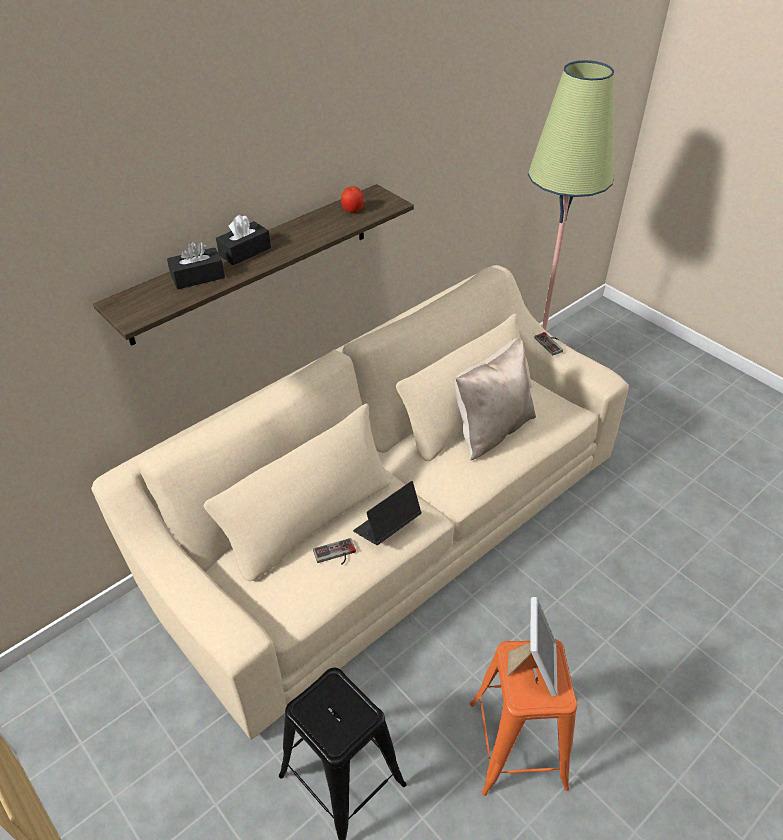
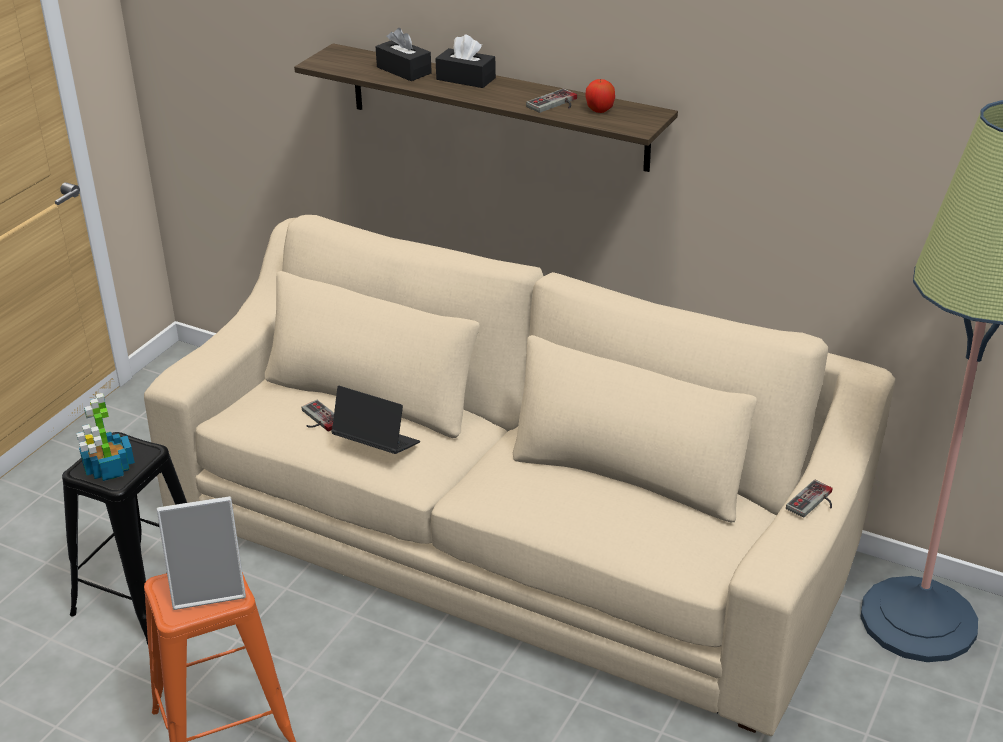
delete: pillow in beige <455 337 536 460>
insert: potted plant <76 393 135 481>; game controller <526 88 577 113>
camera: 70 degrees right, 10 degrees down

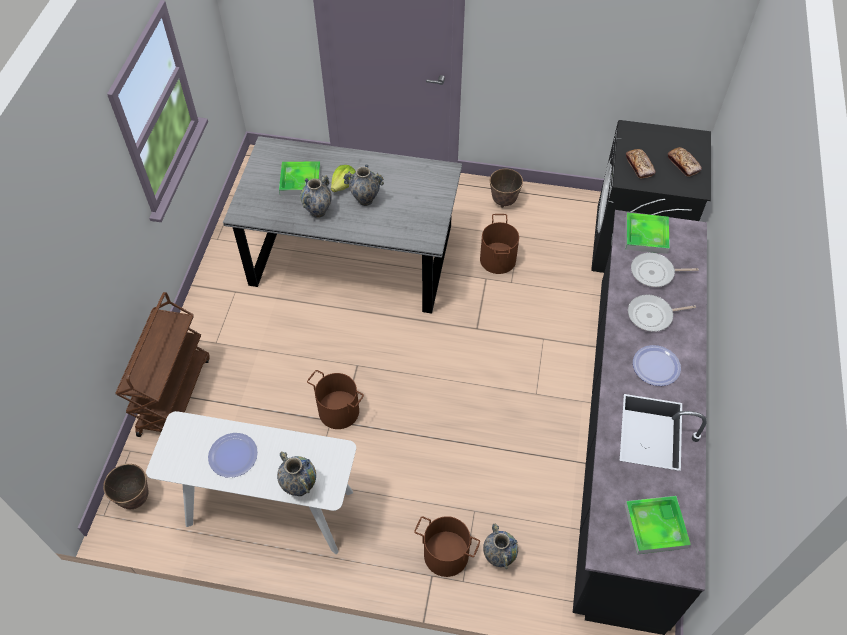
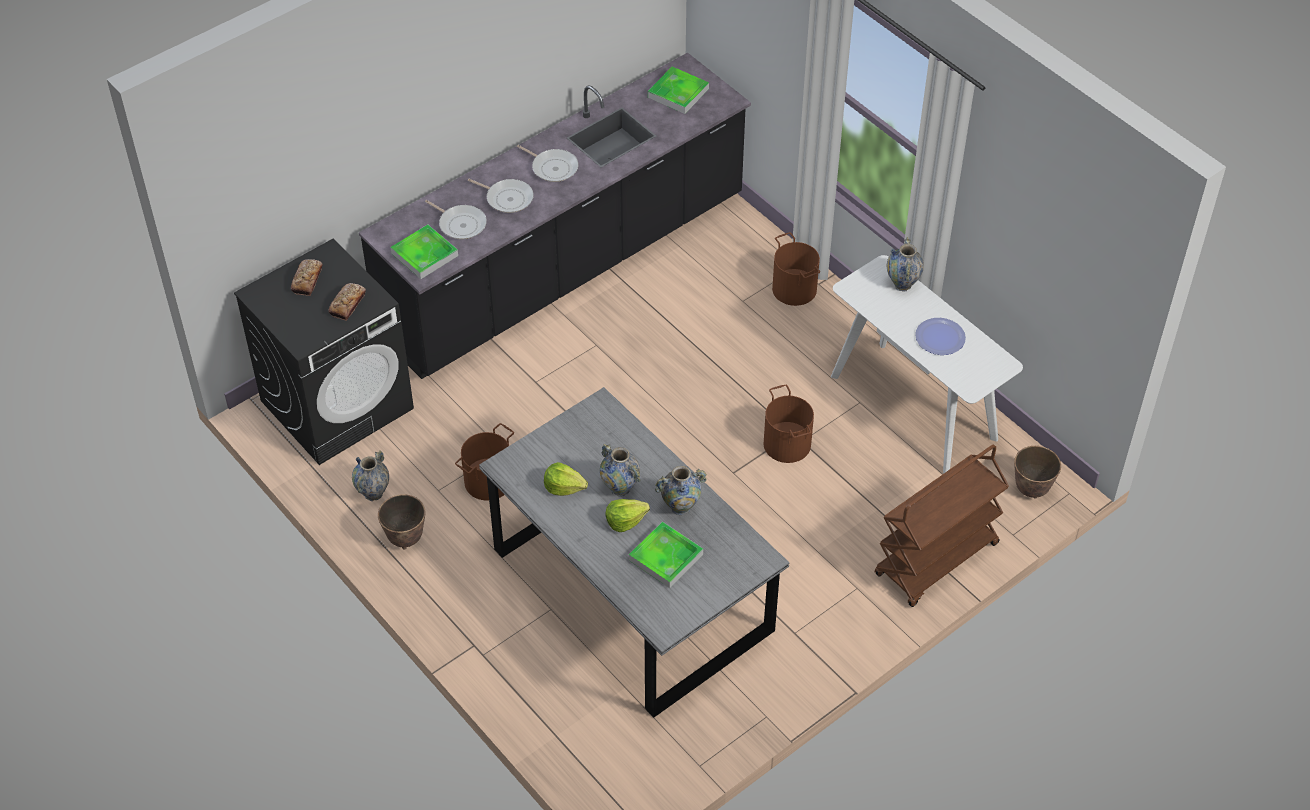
insert: lettuce <544 462 588 496>
move: vase <483 523 518 569> to <352 450 389 501>
replace: plate <633 345 681 386> to frying pan <517 145 578 182>
camera: 140 degrees left, 5 degrees down

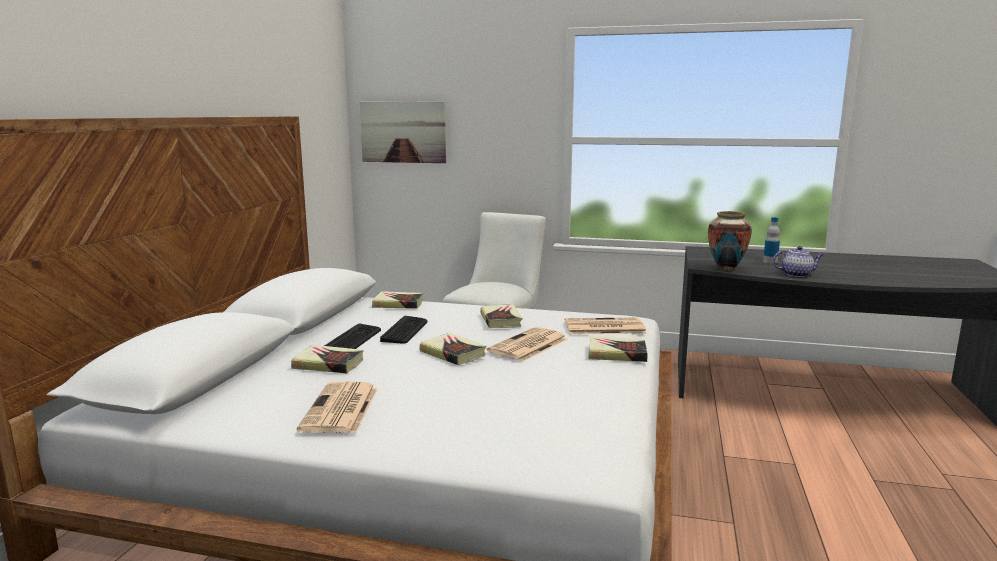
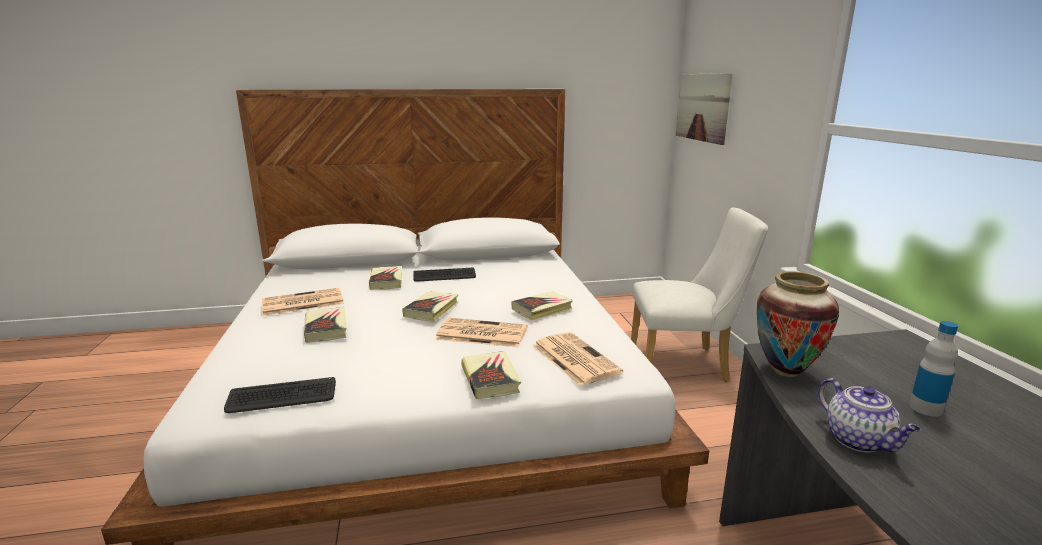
move: keyboard <380 316 428 344> to <224 377 336 413>; book <372 291 423 309> to <304 307 346 343>
camera: 65 degrees right, 5 degrees up

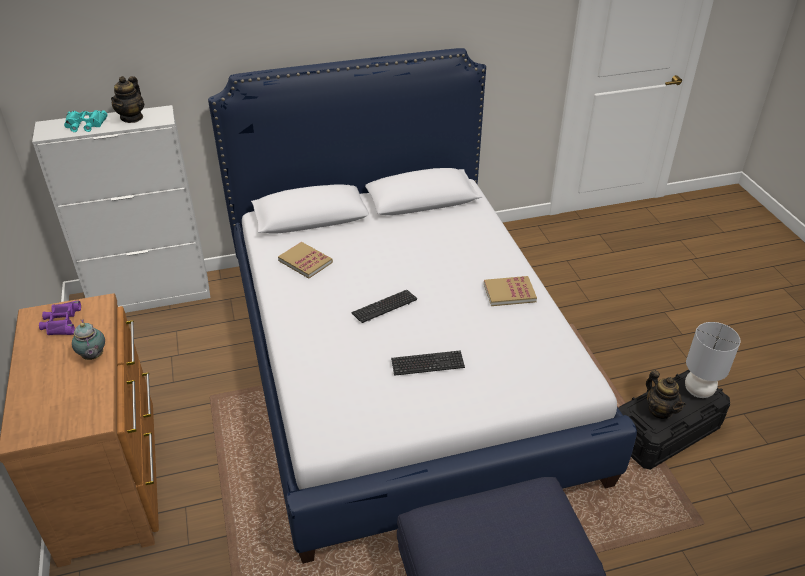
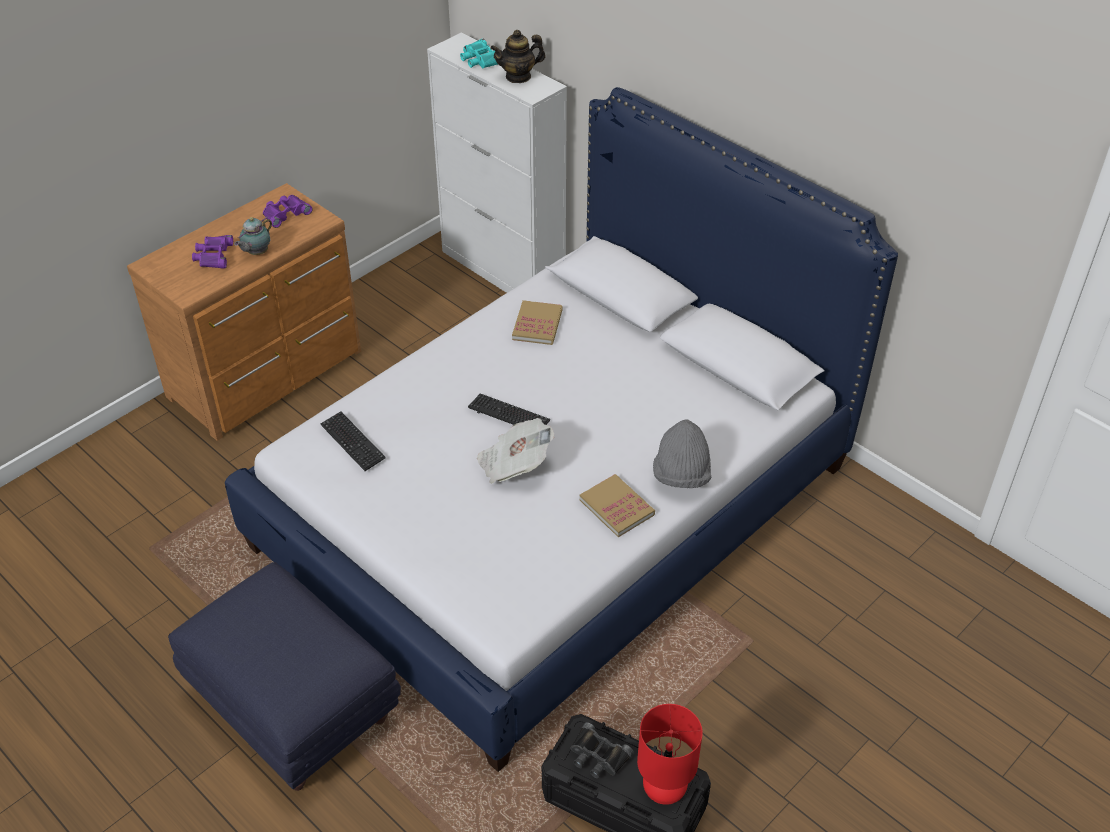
insert: binoculars in purple <192 235 233 268>; newspaper <477 418 554 484>; hat in grey <653 419 711 488>
move: keyboard <391 350 465 376> to <321 411 386 471>
replace: teapot <646 370 686 419> to binoculars in black <570 722 634 779>
recolor: table lamp in grey <685 322 741 398> to table lamp in red <637 704 703 805>
camera: 60 degrees right, 5 degrees up

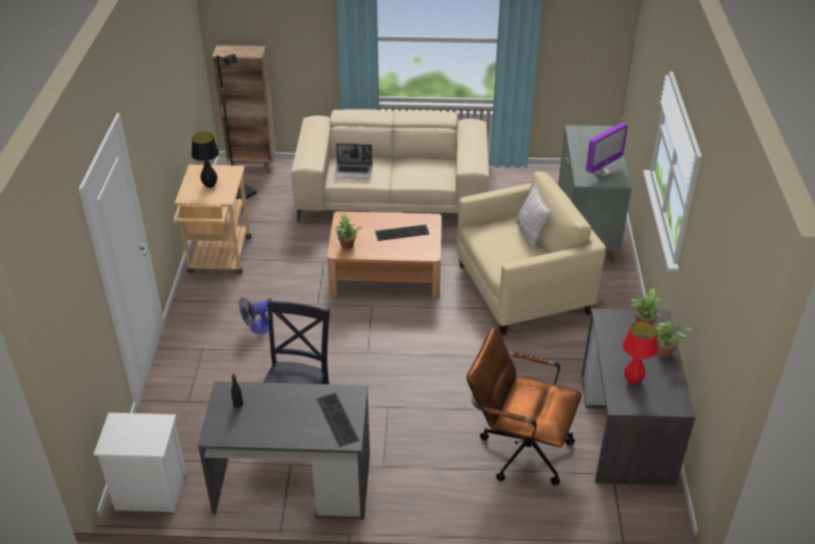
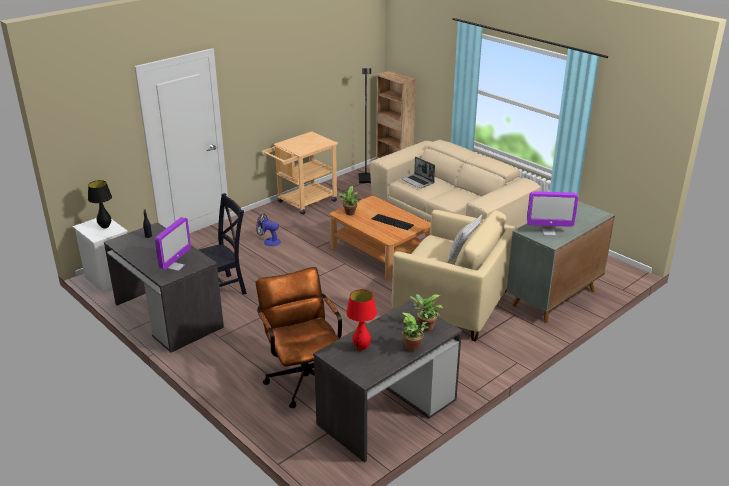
move: table lamp in black <191 132 219 188> to <88 180 112 229>
replace: keyboard <317 393 359 447> to monitor <155 217 191 271>
camera: 45 degrees right, 10 degrees down

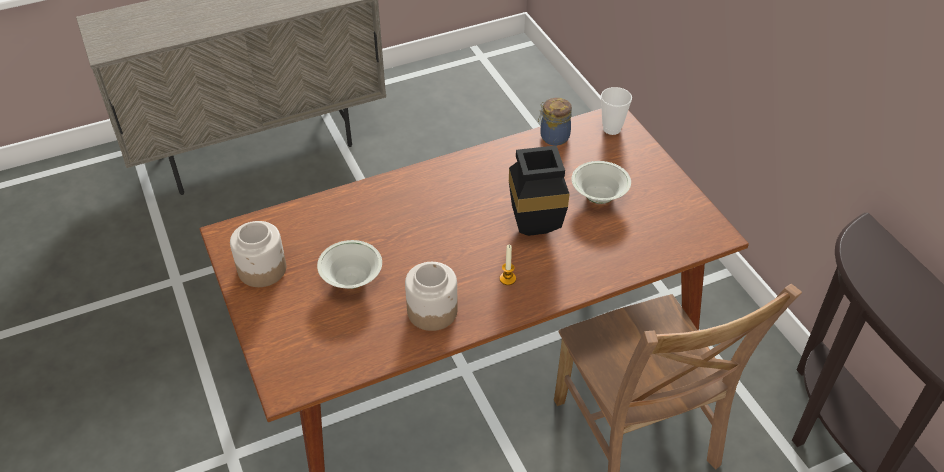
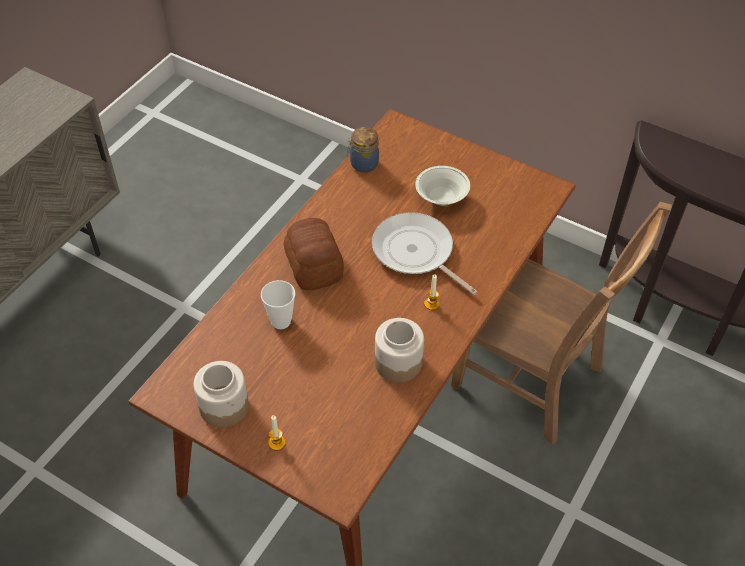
delete: bowl in white <317 240 382 289>
insert: candle <268 415 286 451>; bread <284 218 344 290>
move: cup <601 87 632 135> to <261 280 295 329>
replace: vase in black <509 145 569 236> to frying pan <372 212 477 295>
camera: 35 degrees left, 5 degrees up

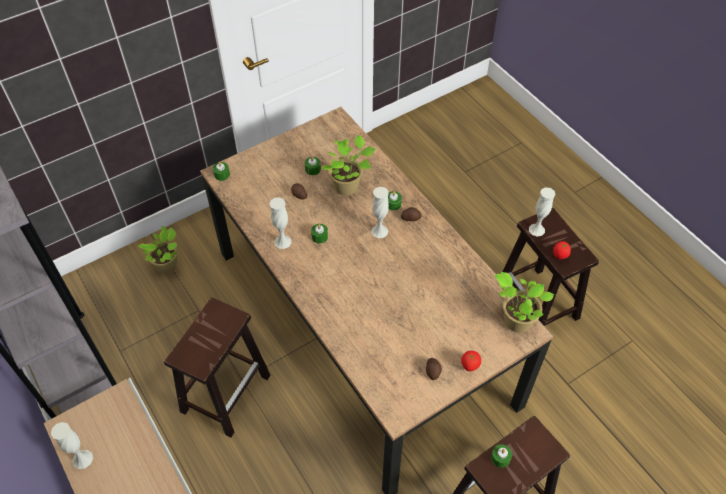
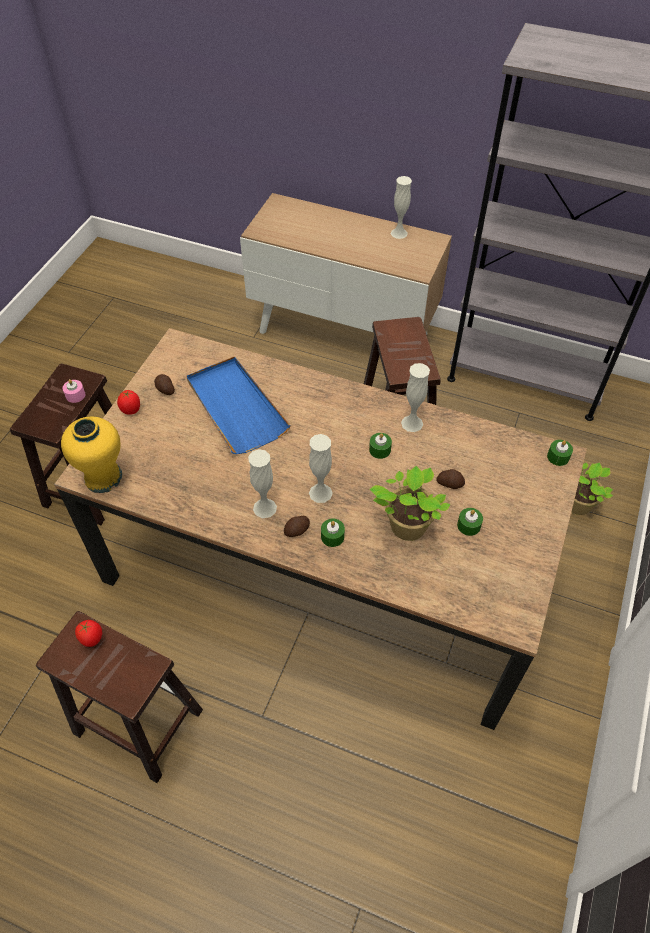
insert: tray in blue <187 356 291 454>
move: vase in white <529 187 555 236> to <248 449 277 518>
replace: potted plant <495 272 554 333> to vase in yellow <61 417 122 493>
recolor: candle in green <491 444 512 468> to candle in pink <62 379 85 403>
camera: 145 degrees right, 0 degrees up

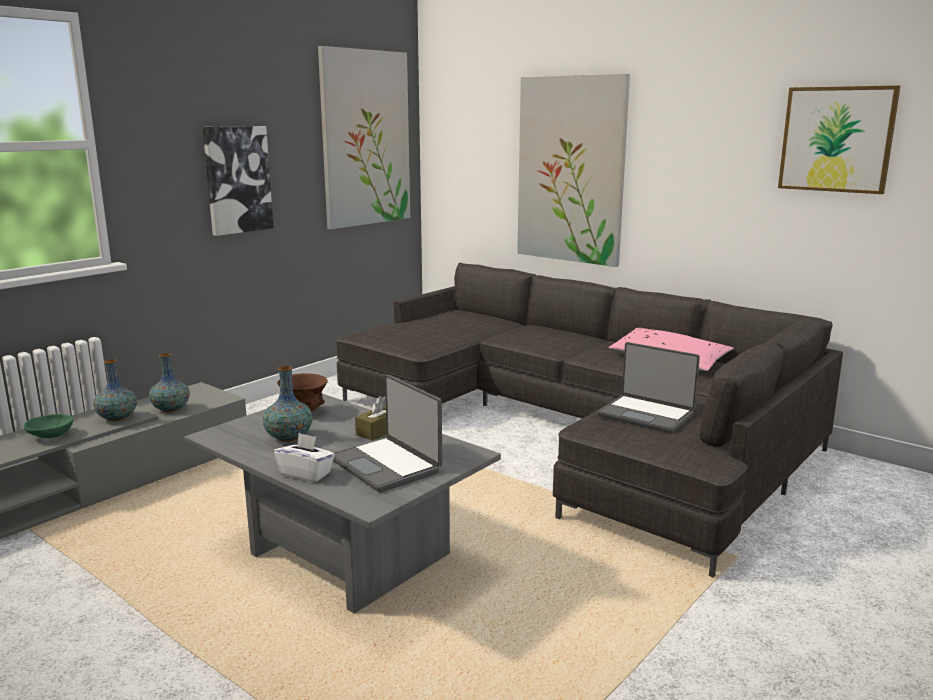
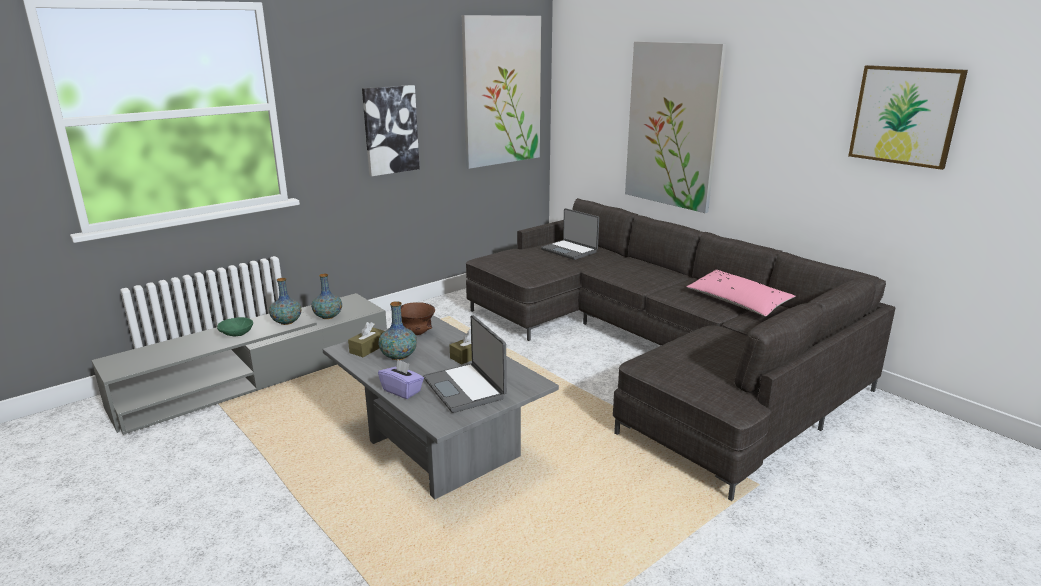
insert: tissue box in brown <348 322 385 357>
move: laptop <597 342 700 433> to <541 208 599 260>
recolor: tissue box in white <274 433 335 482> to tissue box in purple <378 359 424 399>
camera: 10 degrees right, 5 degrees up

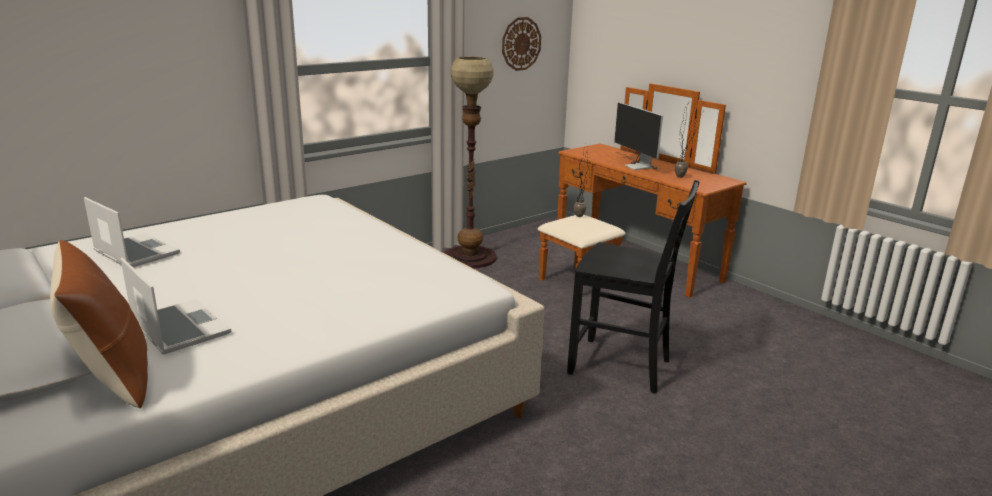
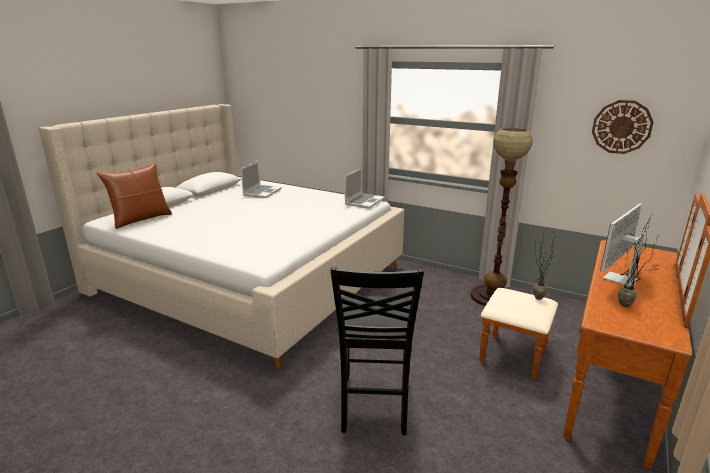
move: laptop <121 257 231 355> to <345 168 385 209>
camera: 70 degrees right, 0 degrees up

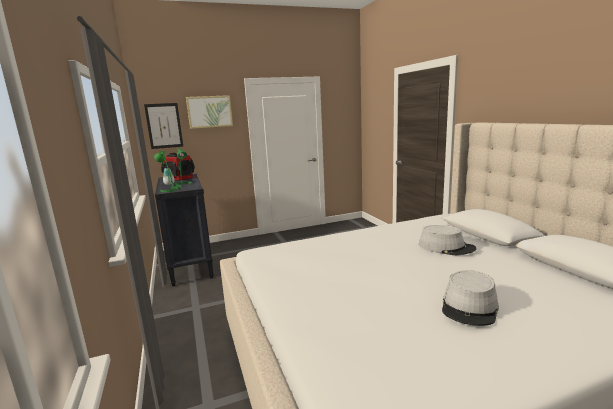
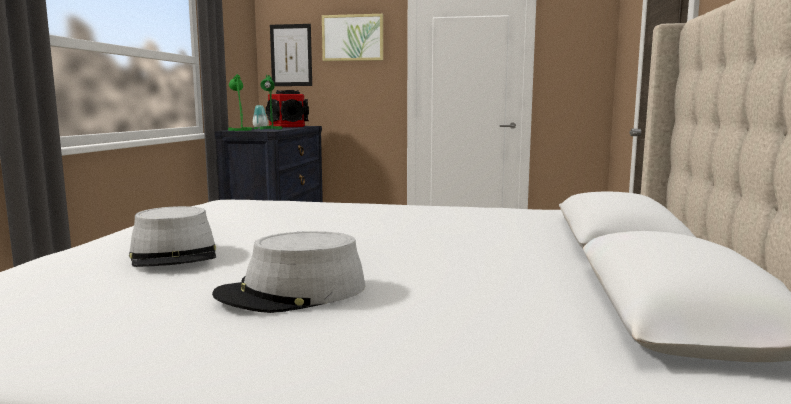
move: hat in grey <419 225 477 256> to <129 206 216 267>
camera: 30 degrees right, 5 degrees down

